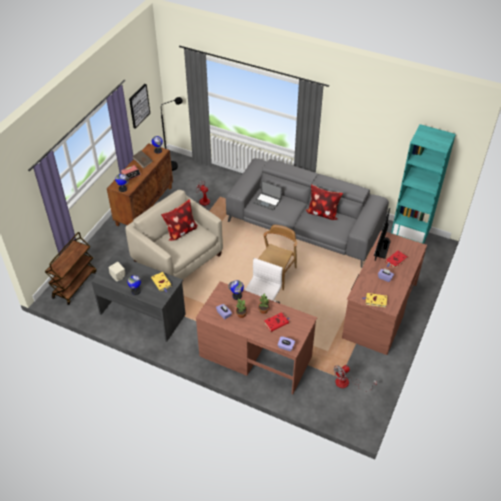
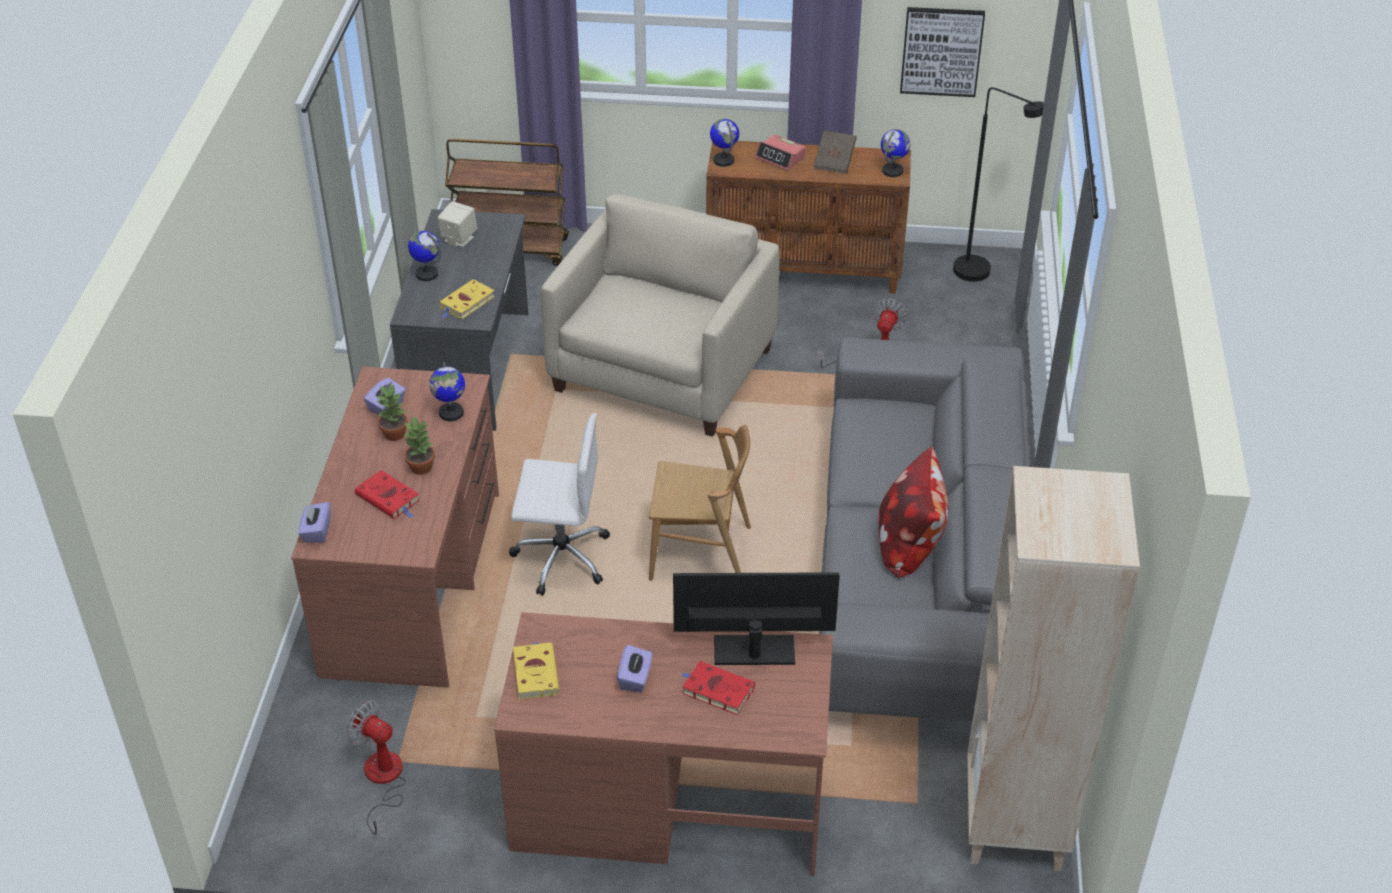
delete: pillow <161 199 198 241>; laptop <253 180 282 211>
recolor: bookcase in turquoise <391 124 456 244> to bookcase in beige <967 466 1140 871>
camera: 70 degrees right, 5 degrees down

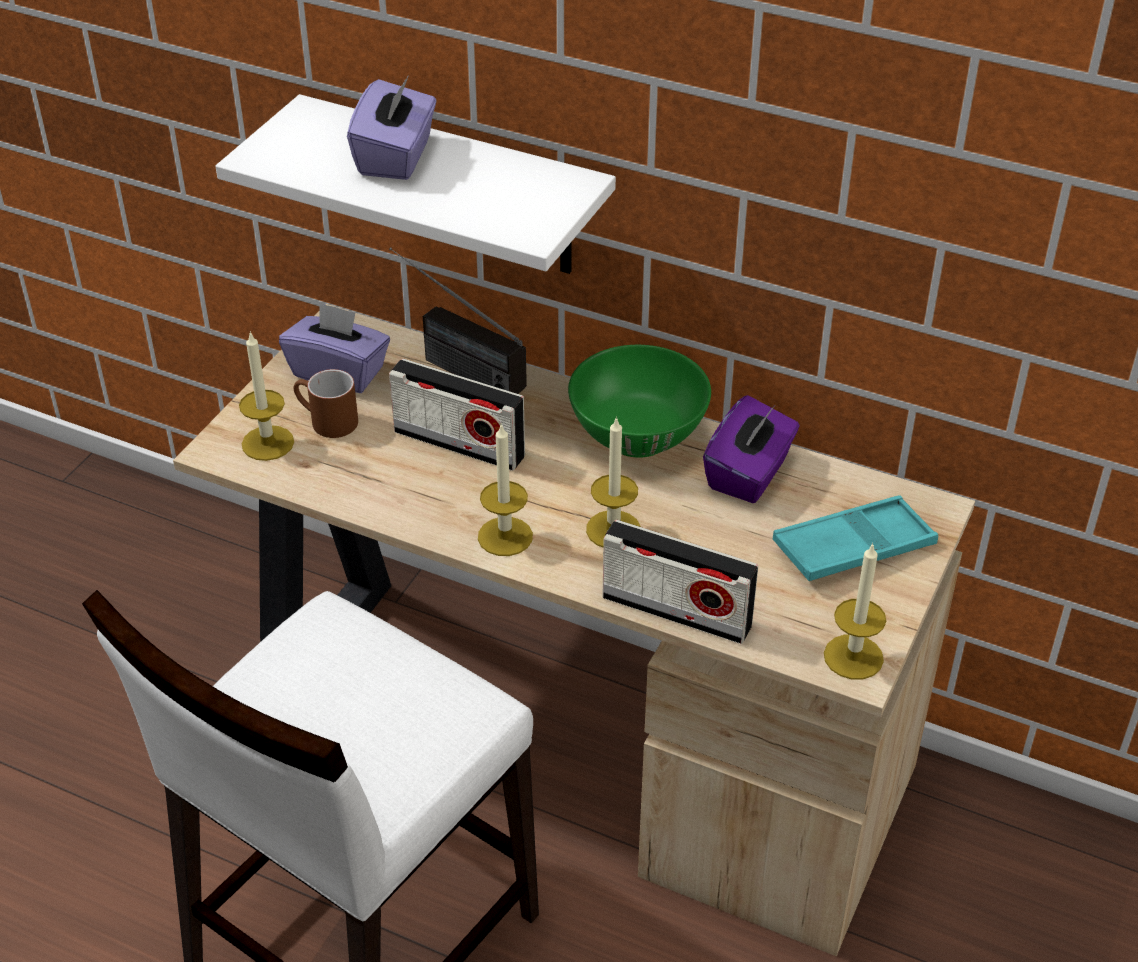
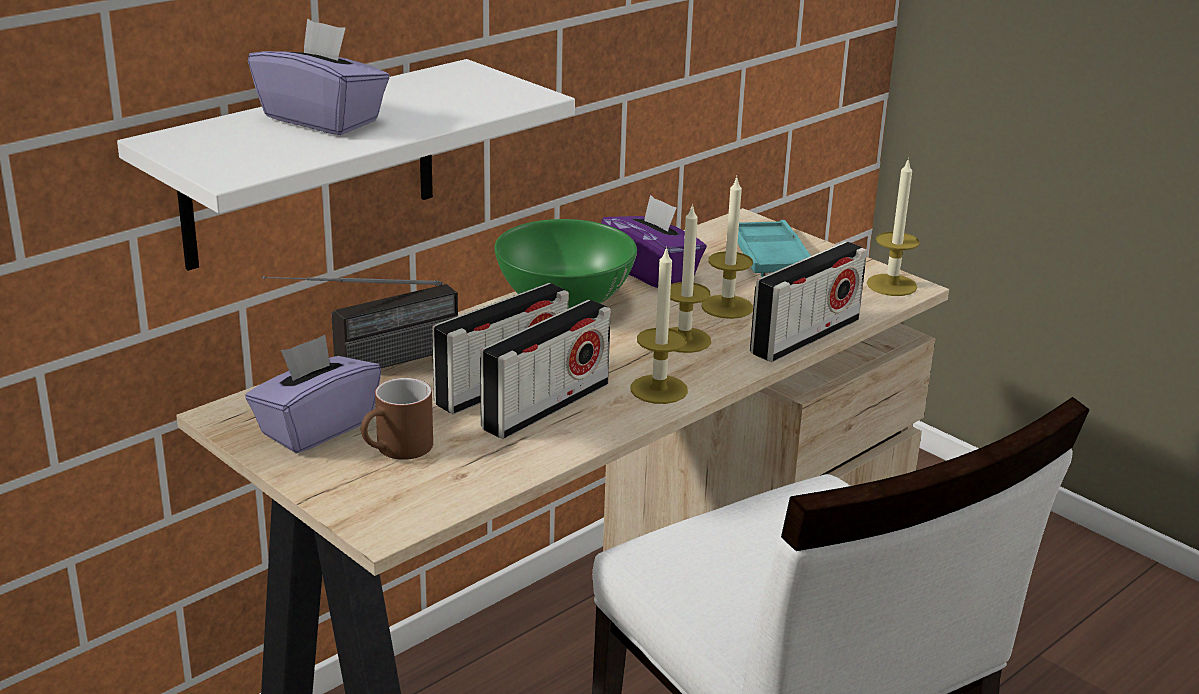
insert: radio <480 300 611 439>
move: candle <239 331 294 461> to <701 178 753 319>
camera: 70 degrees left, 15 degrees down

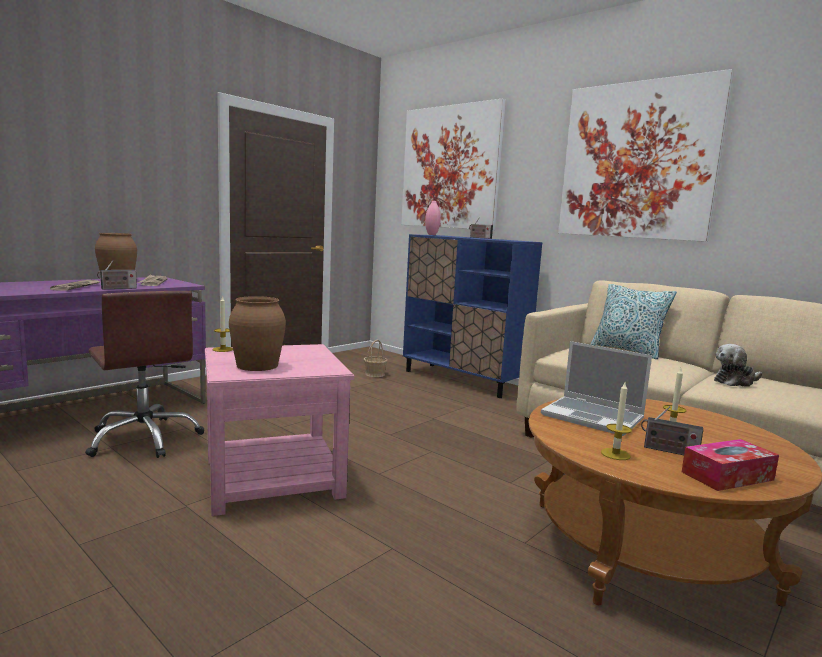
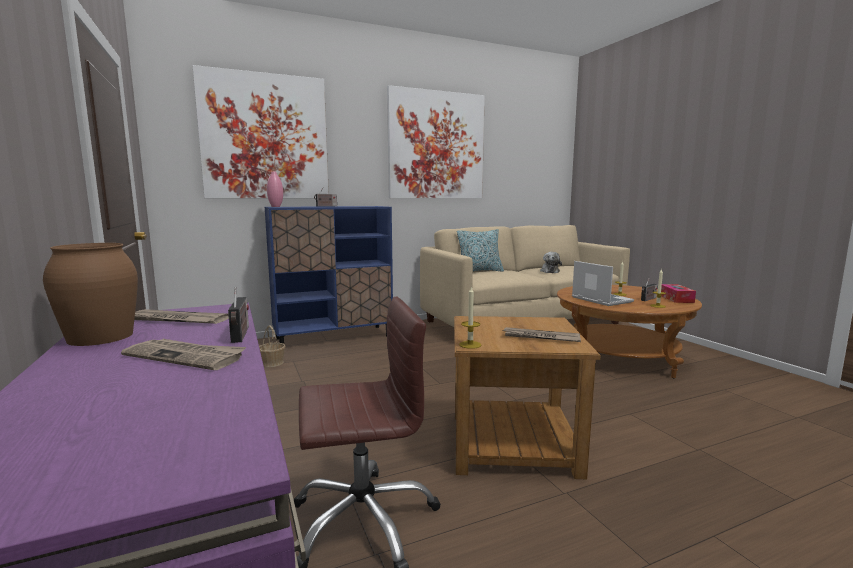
replace: vase in brown <229 296 286 371> to newspaper <502 327 581 342>
recolor: side table in pink <205 344 354 516> to side table in brown <454 316 601 479>
rotate: laptop <541 341 652 436> = <572 261 634 306> 90 degrees counterclockwise
camera: 65 degrees left, 0 degrees up

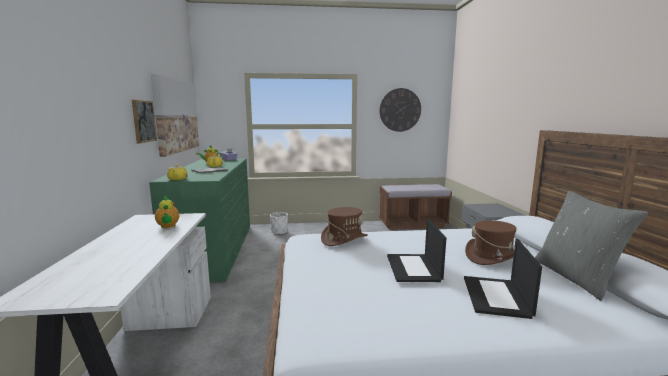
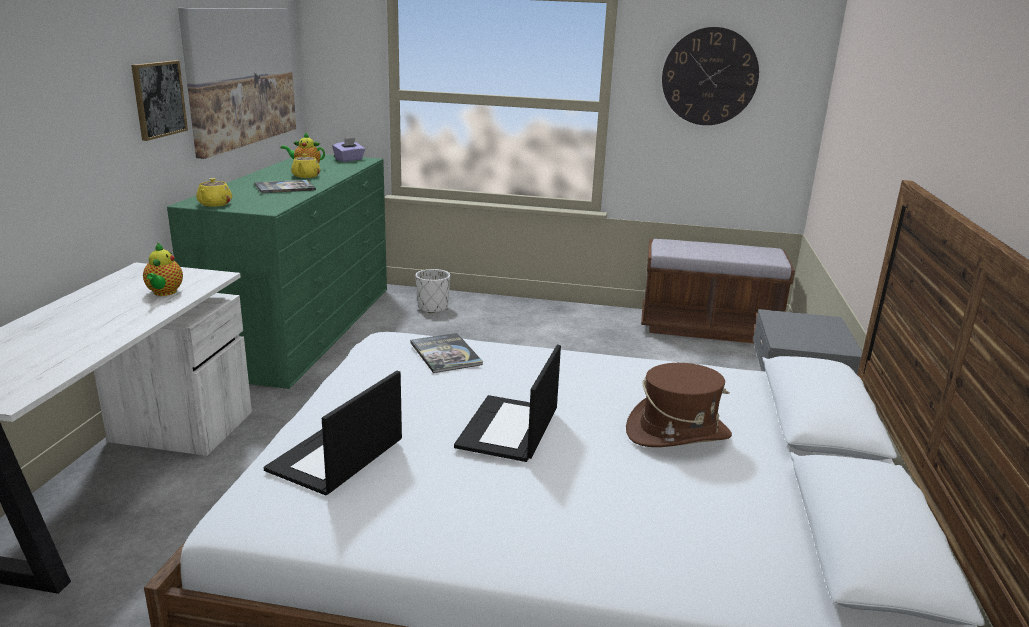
delete: pillow in grey <535 191 648 301>
move: laptop <464 239 542 319> to <263 371 402 496>
replace: hat in brown <321 207 368 246> to book <410 333 483 373>
camera: 15 degrees right, 10 degrees up

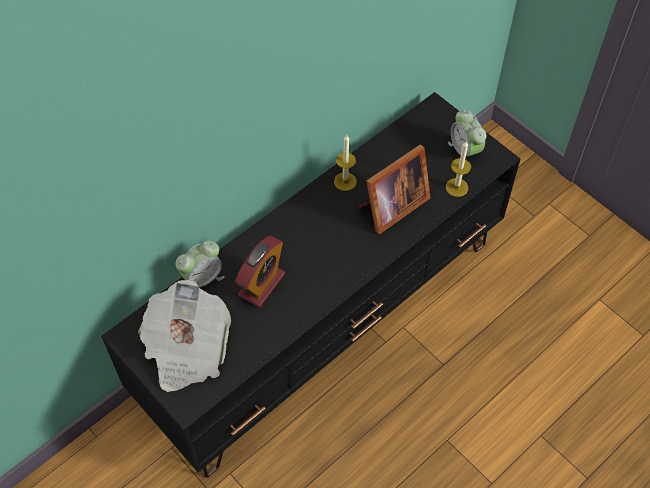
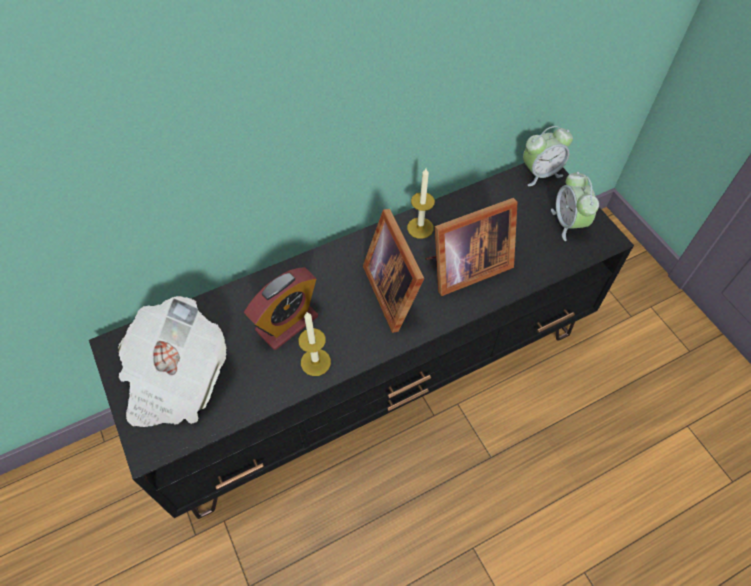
insert: picture frame <363 209 424 333>
move: candle <446 141 471 197> to <298 312 331 376>; alarm clock <176 241 225 288> to <523 126 573 186>
camera: 15 degrees right, 0 degrees up

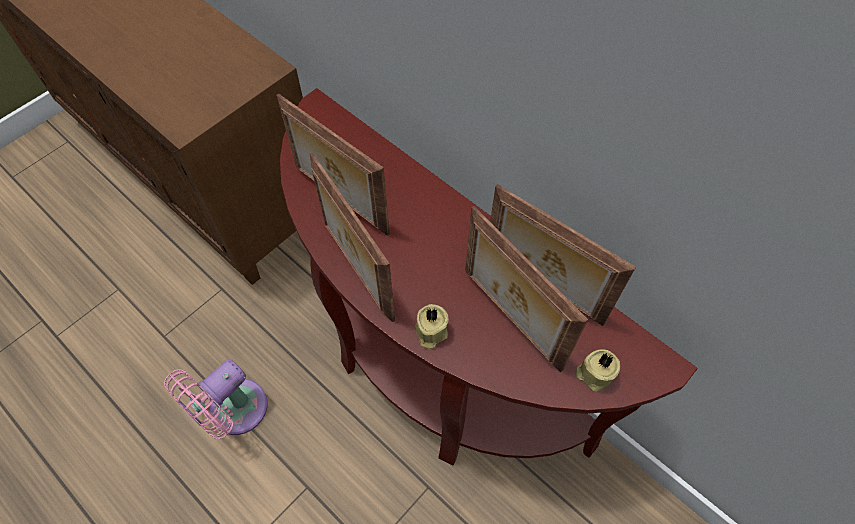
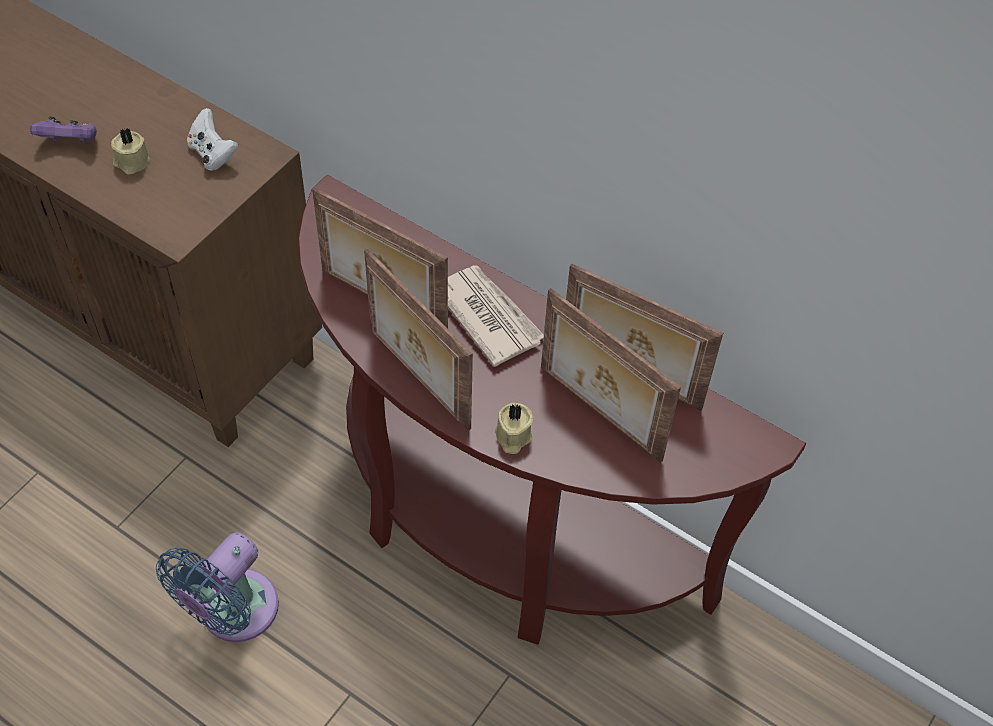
insert: game controller in purple <30 116 97 143>; game controller in white <187 108 238 171>; newspaper <448 265 544 367>
move: candle in beige <576 349 620 391> to <111 128 151 175>
recolor: fan in pink <164 360 268 439> to fan in blue <156 532 279 642>
camera: 10 degrees left, 5 degrees down

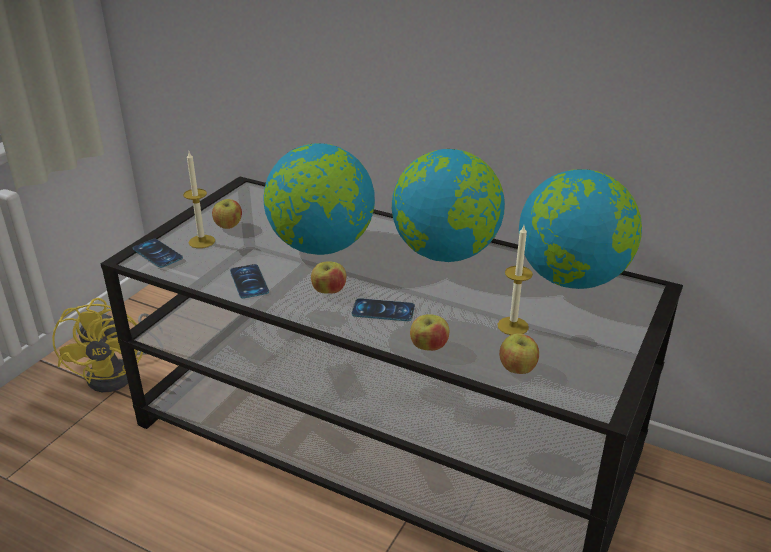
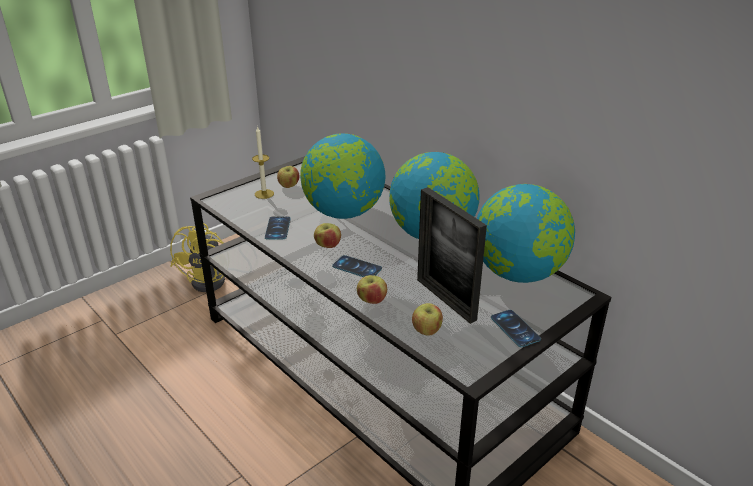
move: phone <133 239 183 268> to <491 310 541 347>
replace: candle <498 225 533 335> to picture frame <417 187 487 324>
camera: 20 degrees right, 0 degrees up

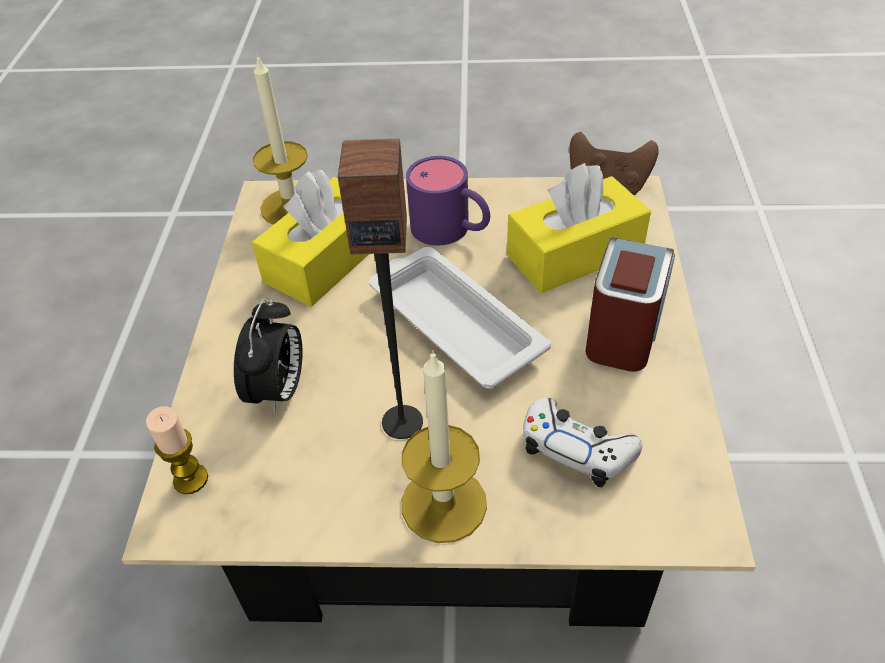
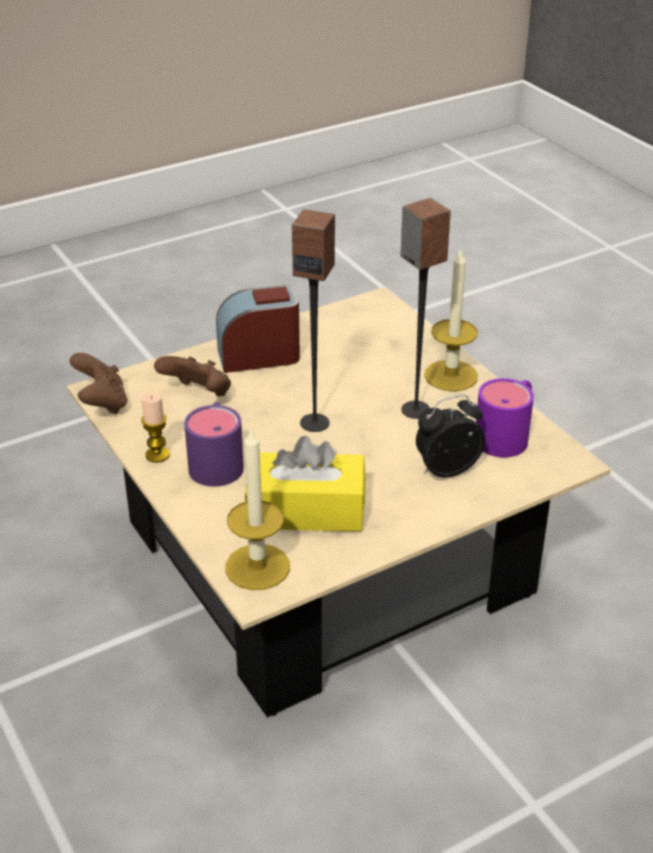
delete: game controller in white <523 398 642 488>
insert: mug in purple <476 378 534 457>
move: candle <146 406 208 494> to <141 393 170 463>
replace: tissue box in yellow <507 163 651 293> to game controller in brown <154 356 231 396>; tray in white <369 247 551 389> to speaker <292 209 335 432>
camera: 125 degrees left, 10 degrees down

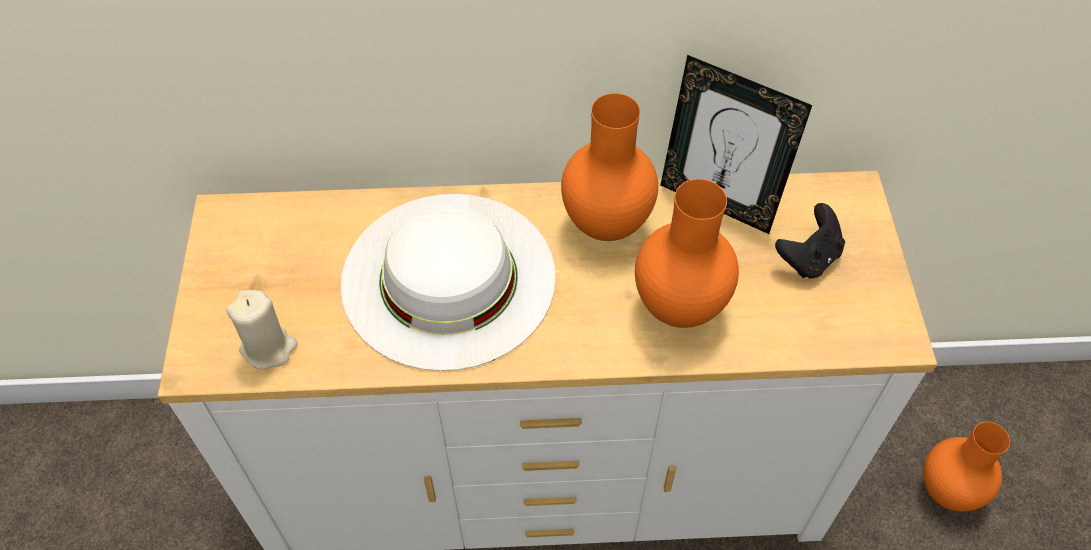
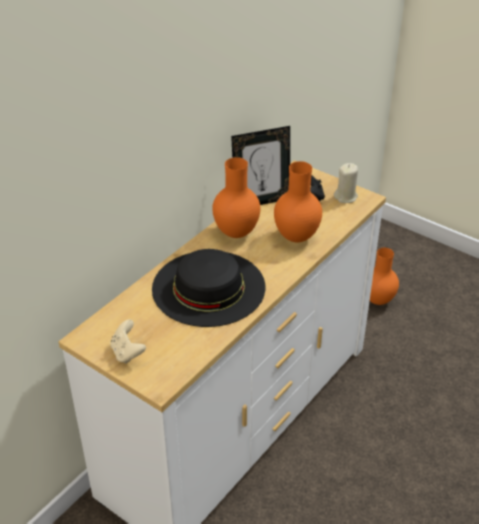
insert: game controller in beige <110 320 146 364>
move: candle in beige <226 290 298 369> to <334 163 358 203>
recolor: hat in white <341 194 556 371> to hat in black <152 249 265 327>
camera: 50 degrees left, 15 degrees down

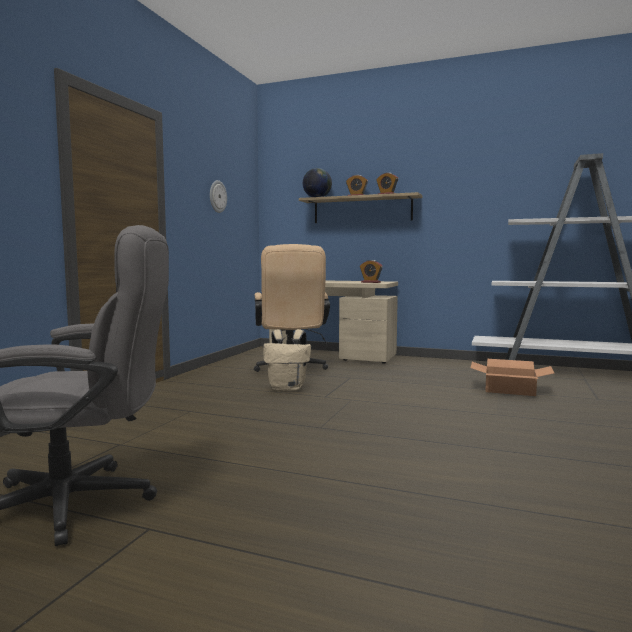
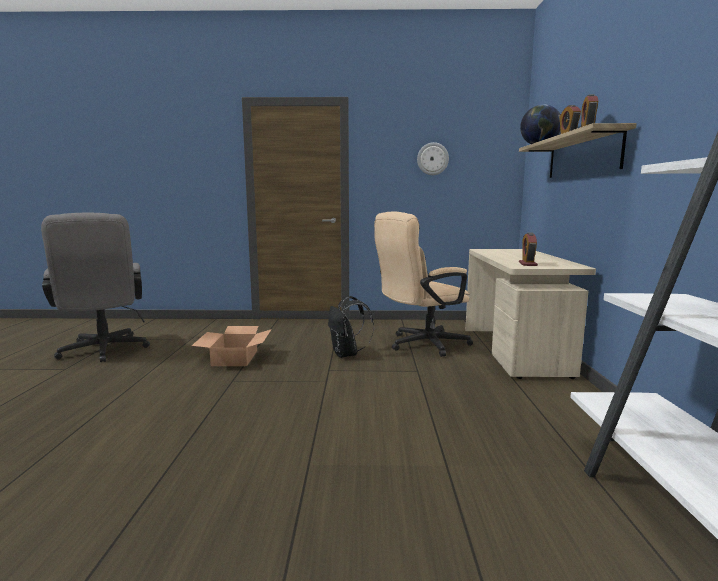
move: cardboard box <471 359 554 396> to <192 326 272 366>
recolor: backpack in beige <263 329 311 391> to backpack in black <328 296 374 358>
camera: 70 degrees right, 5 degrees up

